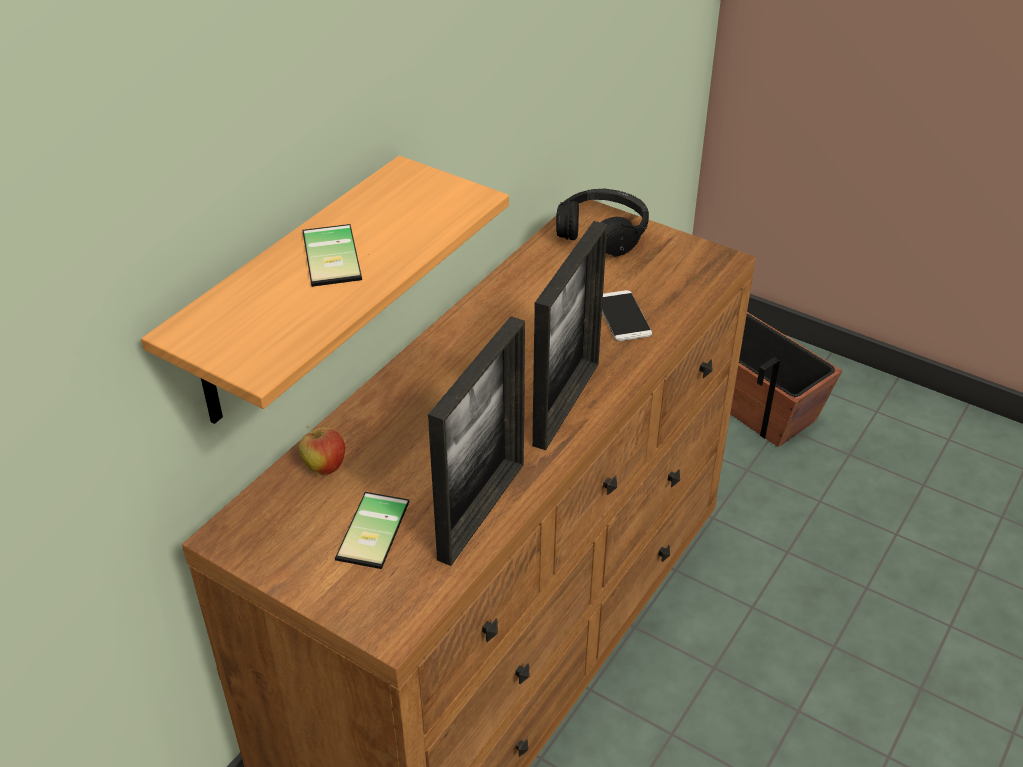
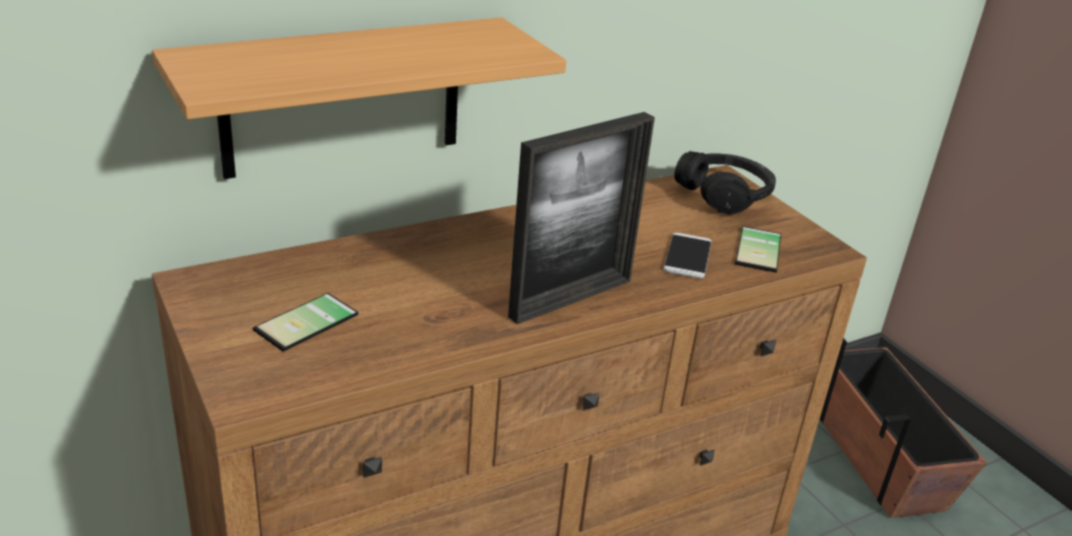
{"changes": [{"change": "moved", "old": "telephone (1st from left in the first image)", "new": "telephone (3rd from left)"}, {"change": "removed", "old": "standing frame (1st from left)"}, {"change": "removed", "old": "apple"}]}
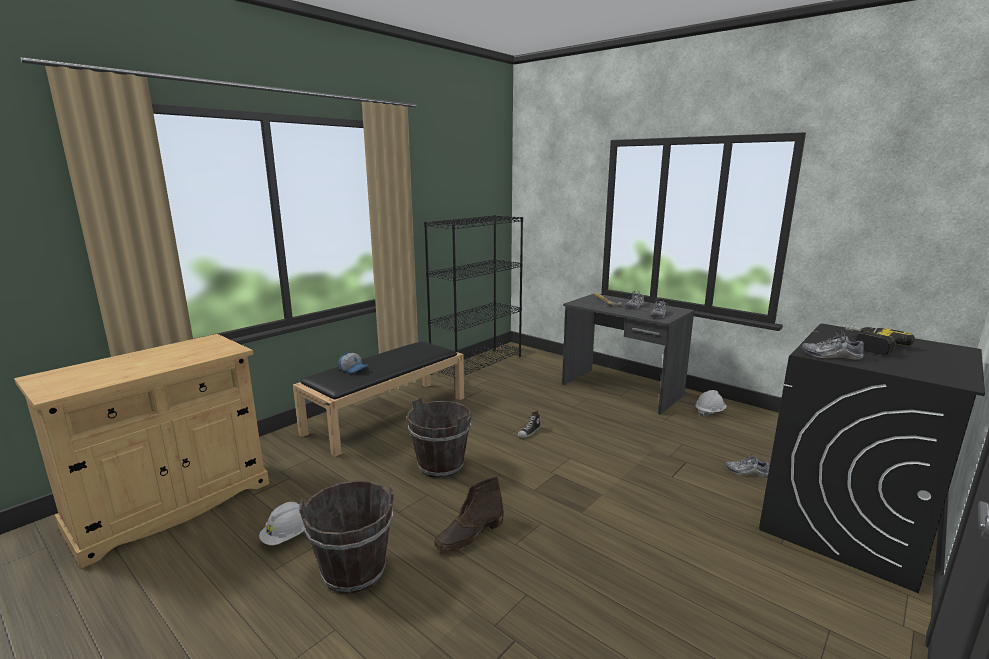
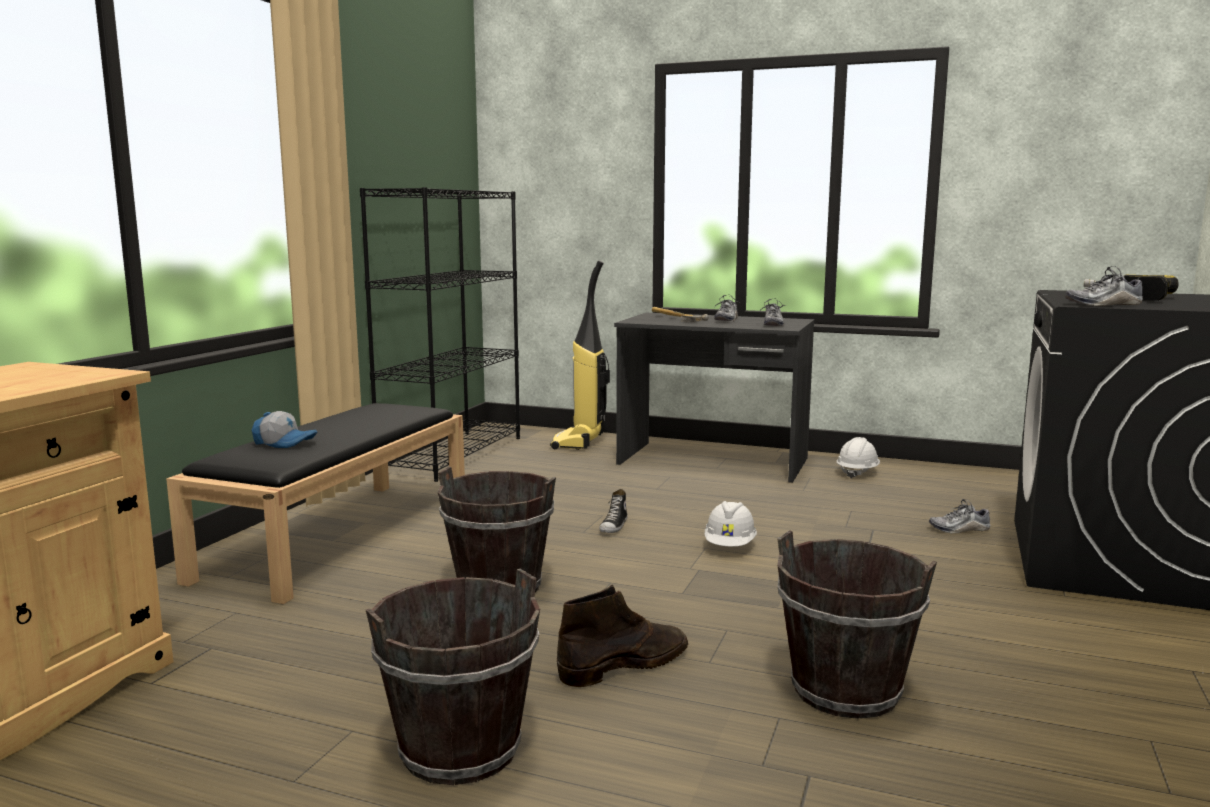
{"changes": [{"change": "turned", "old": "brownish tall boot", "degrees": -150}, {"change": "moved", "old": "white-coloured hard hat (1st from left)"}, {"change": "added", "new": "hoover"}, {"change": "added", "new": "brownish pail (3rd from left)"}]}
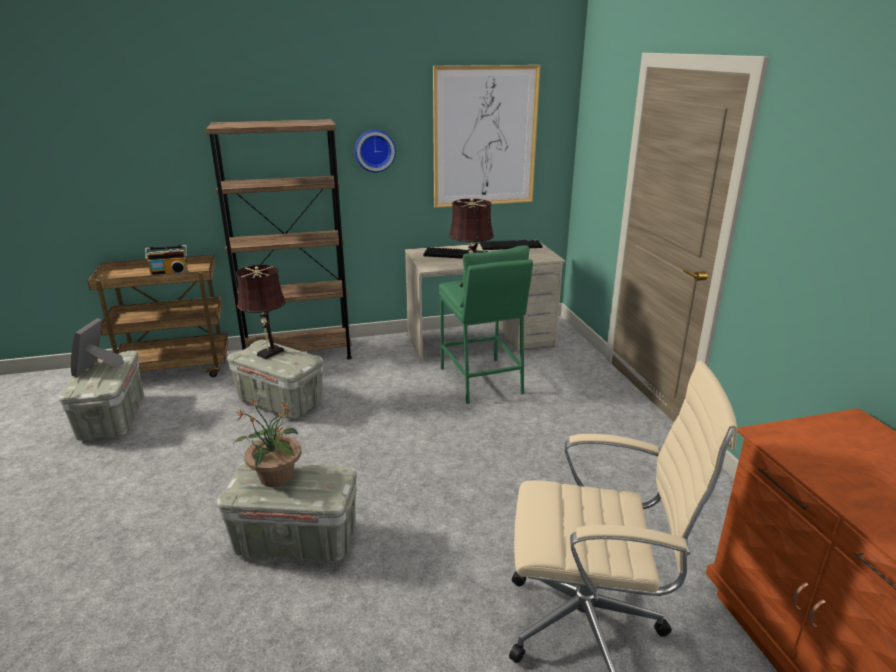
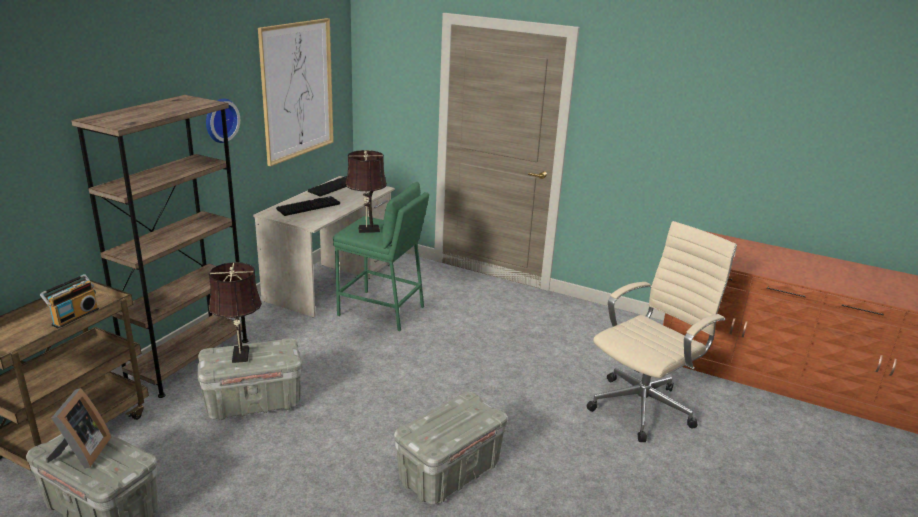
{"changes": [{"change": "turned", "old": "standing frame", "degrees": -135}, {"change": "removed", "old": "potted plant"}]}
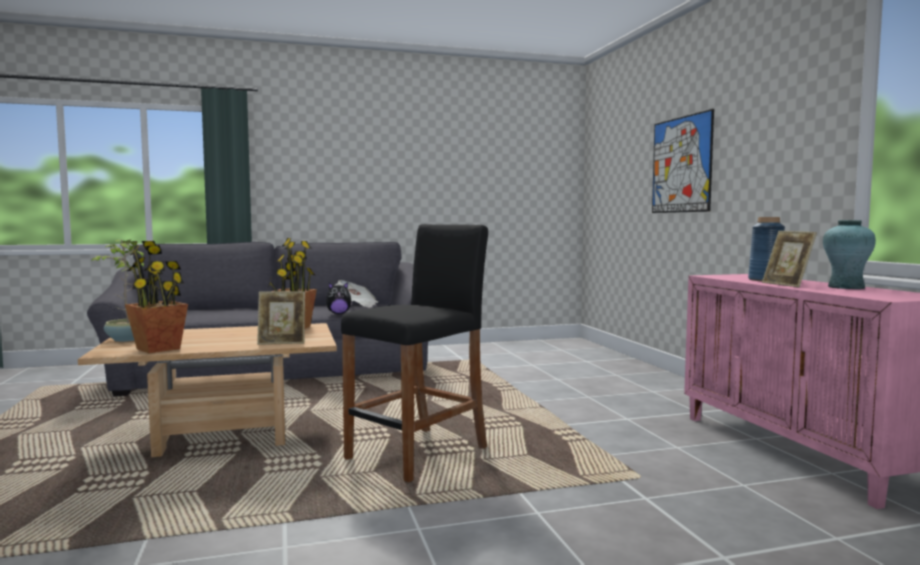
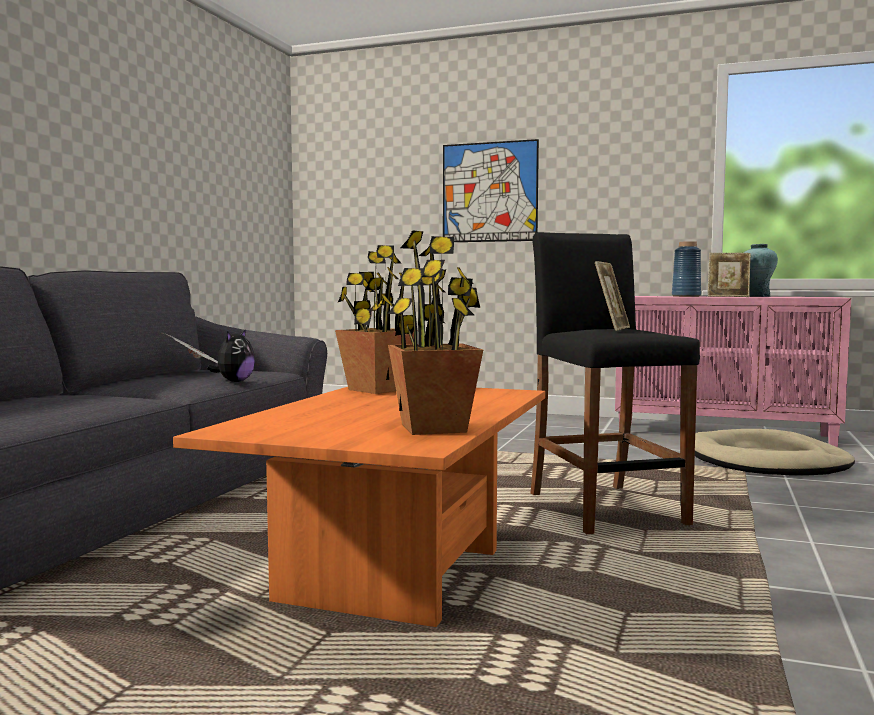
{"changes": [{"change": "removed", "old": "potted plant (1st from left)"}, {"change": "moved", "old": "standing frame (1st from left)"}, {"change": "recoloured", "old": "sand-coloured lounge table", "new": "orange lounge table"}, {"change": "added", "new": "sand-coloured dog cushion"}]}
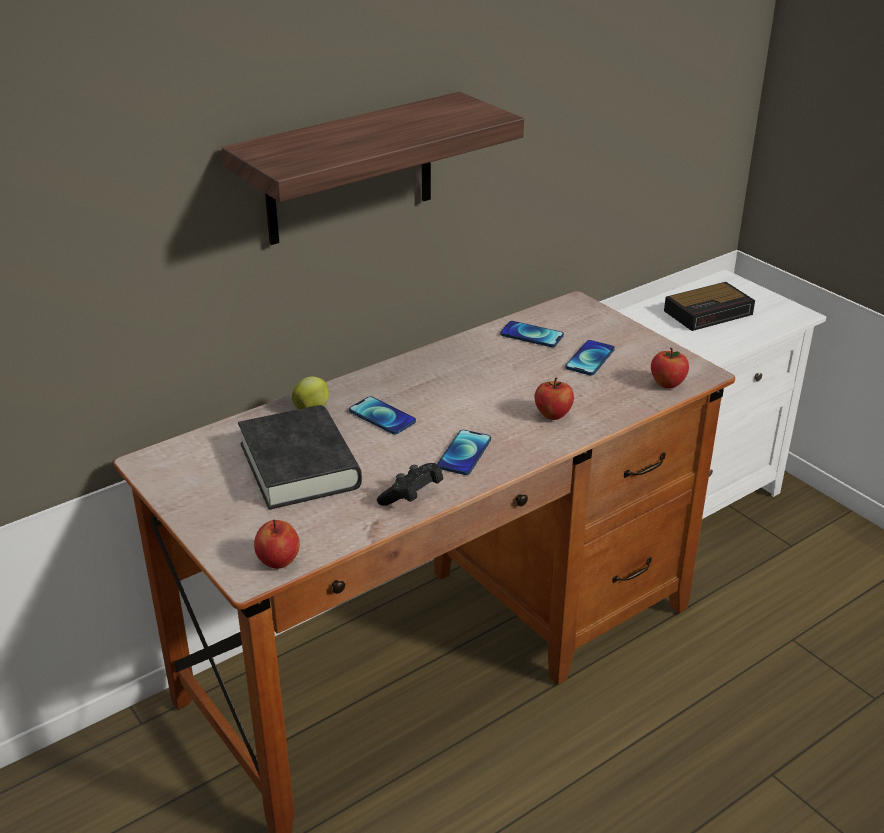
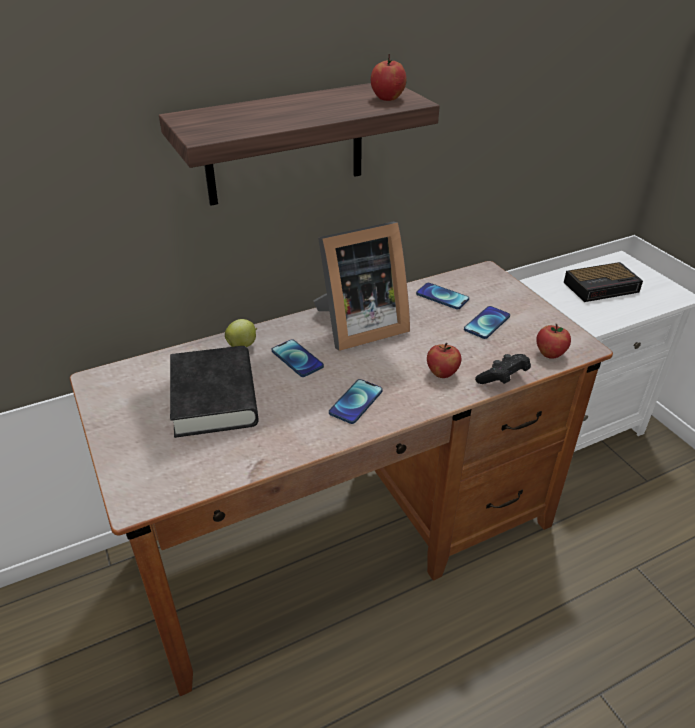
{"changes": [{"change": "moved", "old": "black-coloured game controller"}, {"change": "moved", "old": "apple (1st from left in the first image)", "new": "apple (2nd from left)"}, {"change": "added", "new": "standing frame"}]}
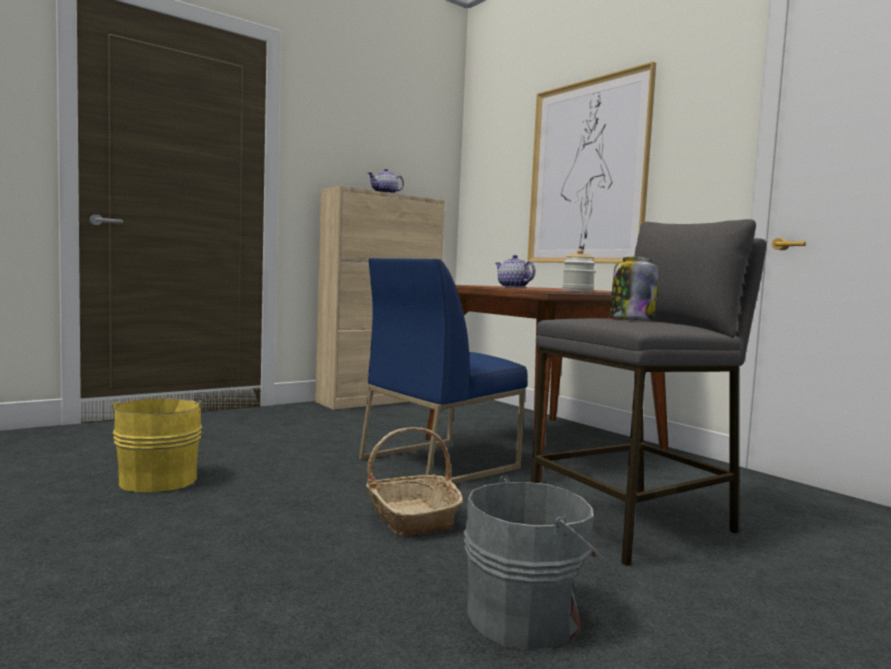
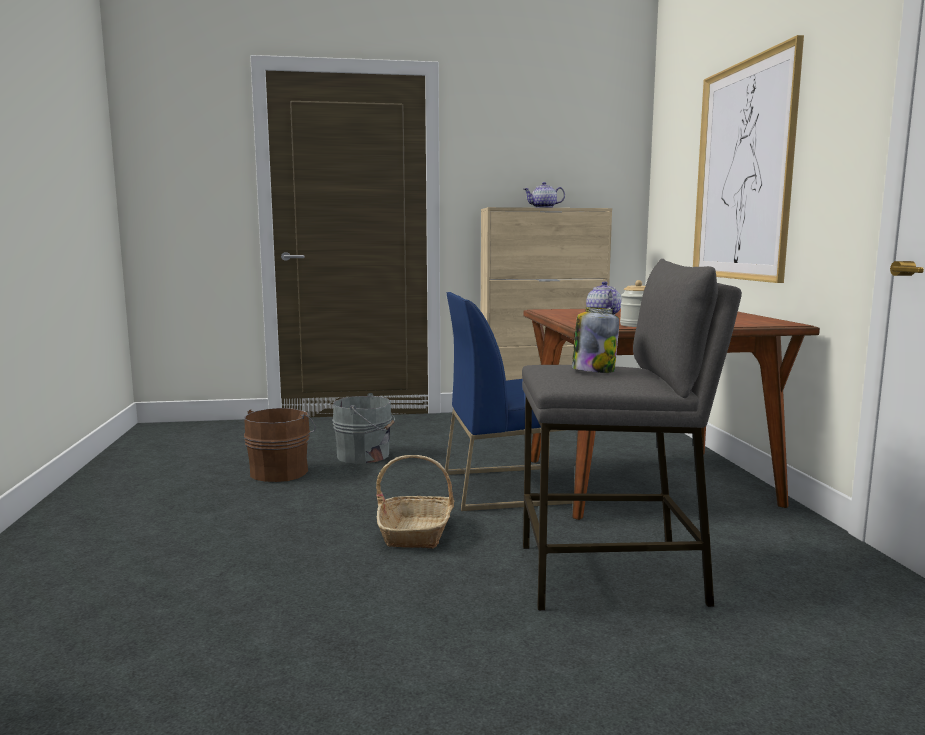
{"changes": [{"change": "recoloured", "old": "yellow pail", "new": "brownish pail"}, {"change": "moved", "old": "grey pail"}]}
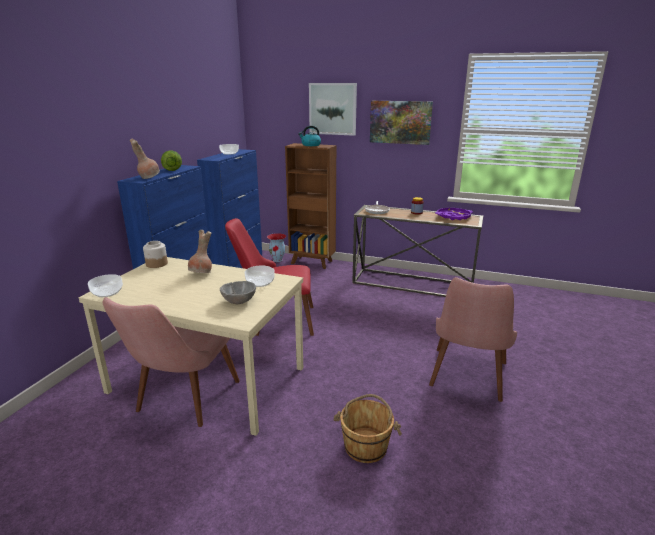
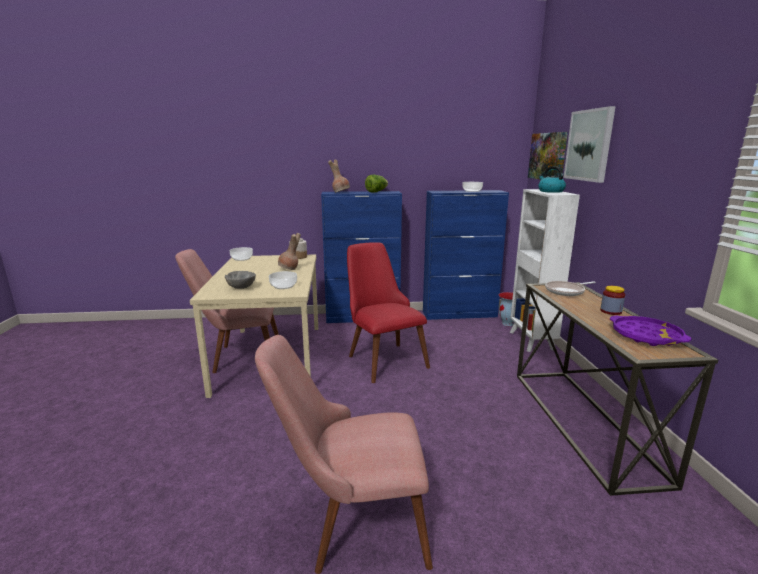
{"changes": [{"change": "moved", "old": "wall art (2nd from left in the first image)", "new": "wall art (1st from left)"}, {"change": "recoloured", "old": "brownish bookshelf", "new": "white-coloured bookshelf"}, {"change": "removed", "old": "brownish pail"}]}
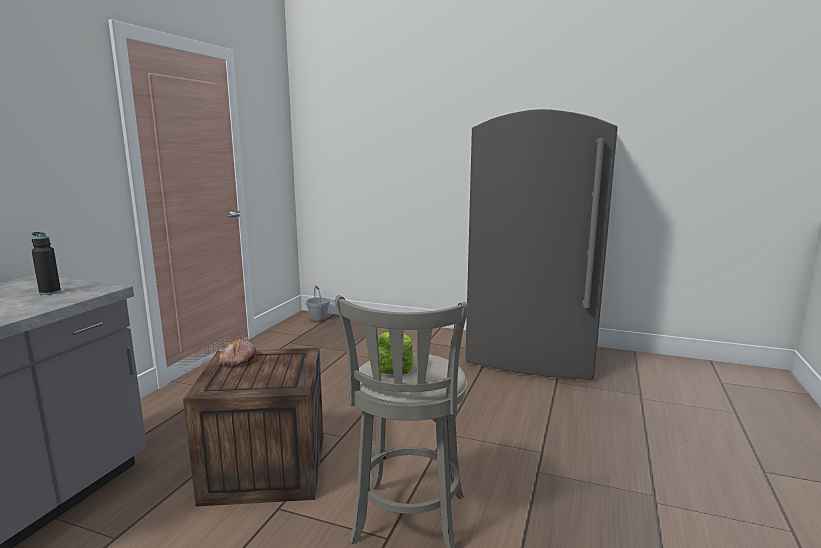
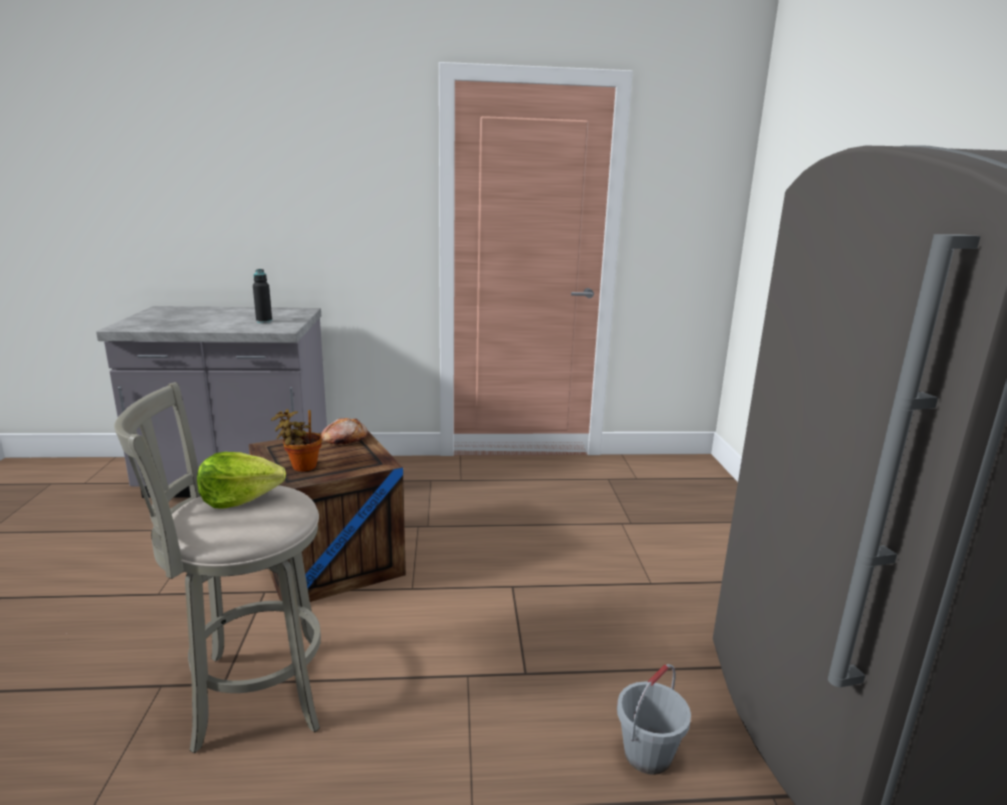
{"changes": [{"change": "moved", "old": "grey pail"}, {"change": "added", "new": "potted plant"}]}
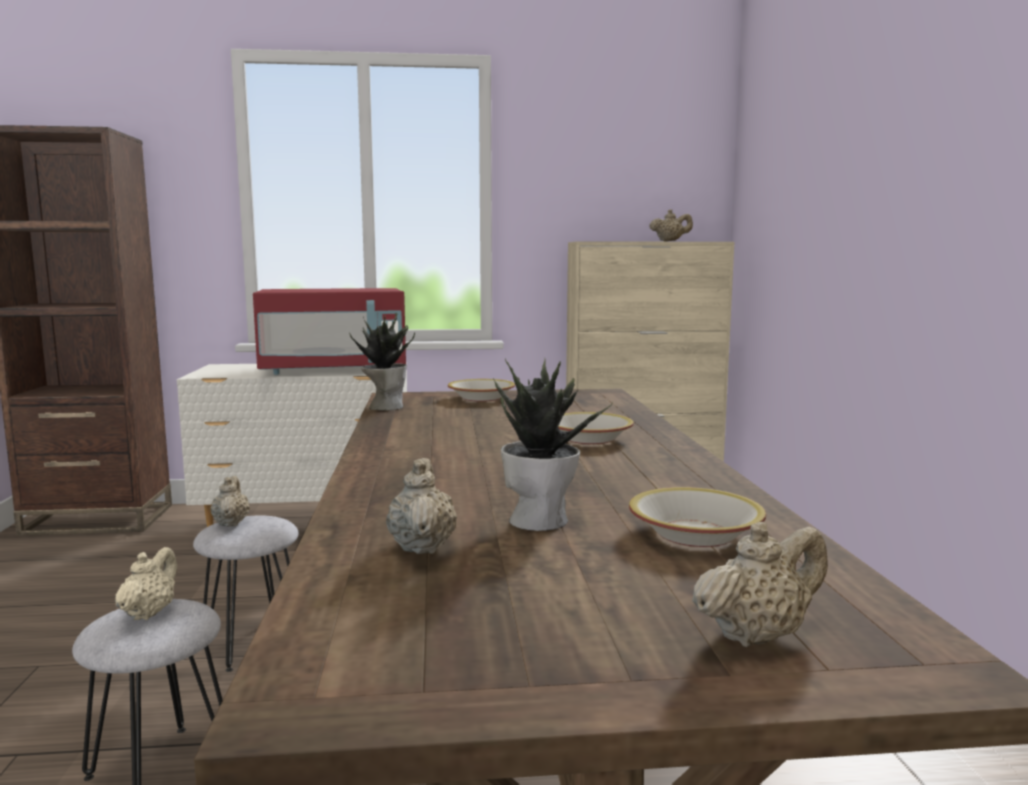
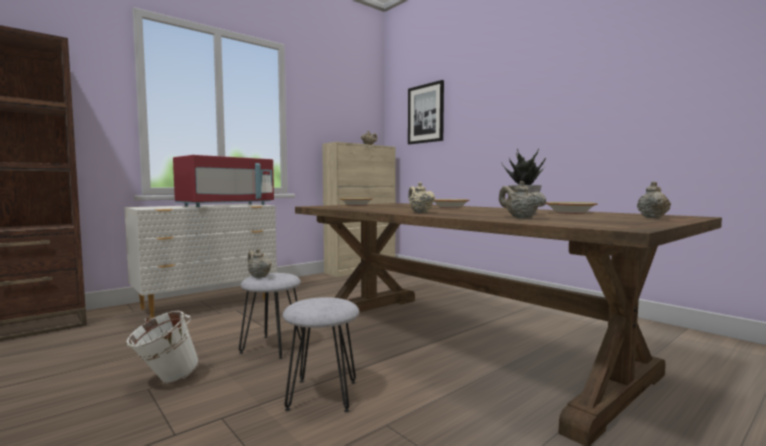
{"changes": [{"change": "removed", "old": "potted plant (1st from left)"}, {"change": "moved", "old": "sand-coloured pot for tea (1st from left in the first image)", "new": "sand-coloured pot for tea (3rd from left)"}, {"change": "added", "new": "wall art"}, {"change": "added", "new": "white-coloured pail"}]}
